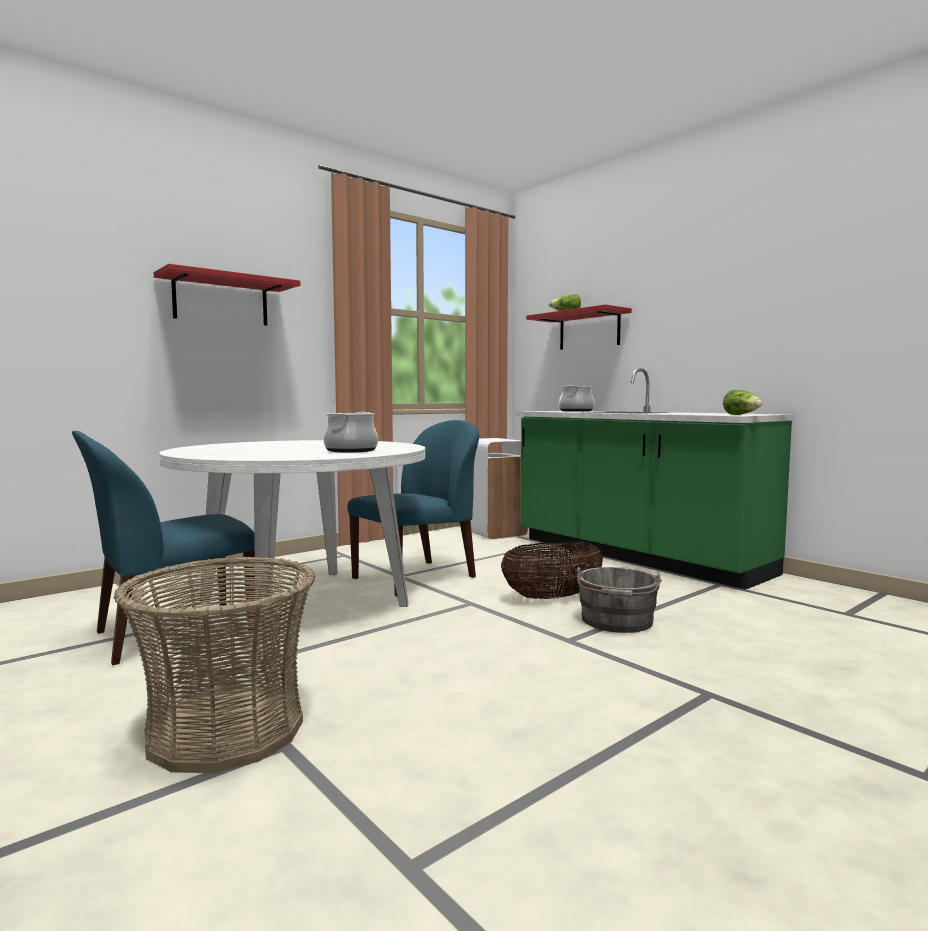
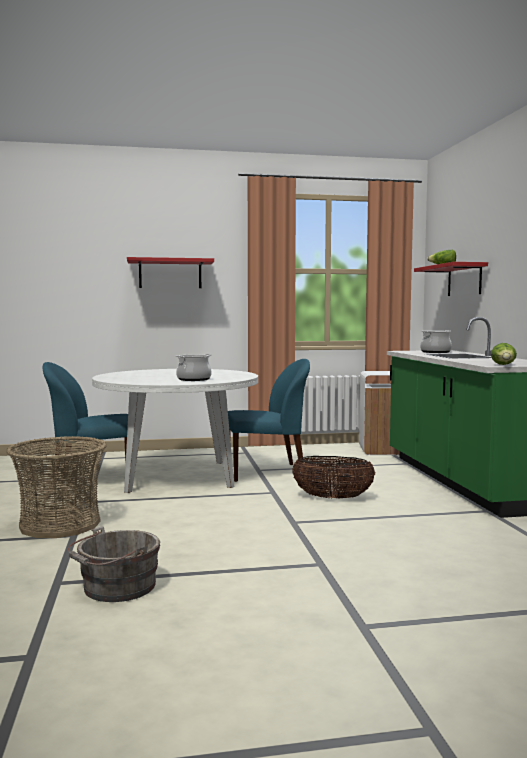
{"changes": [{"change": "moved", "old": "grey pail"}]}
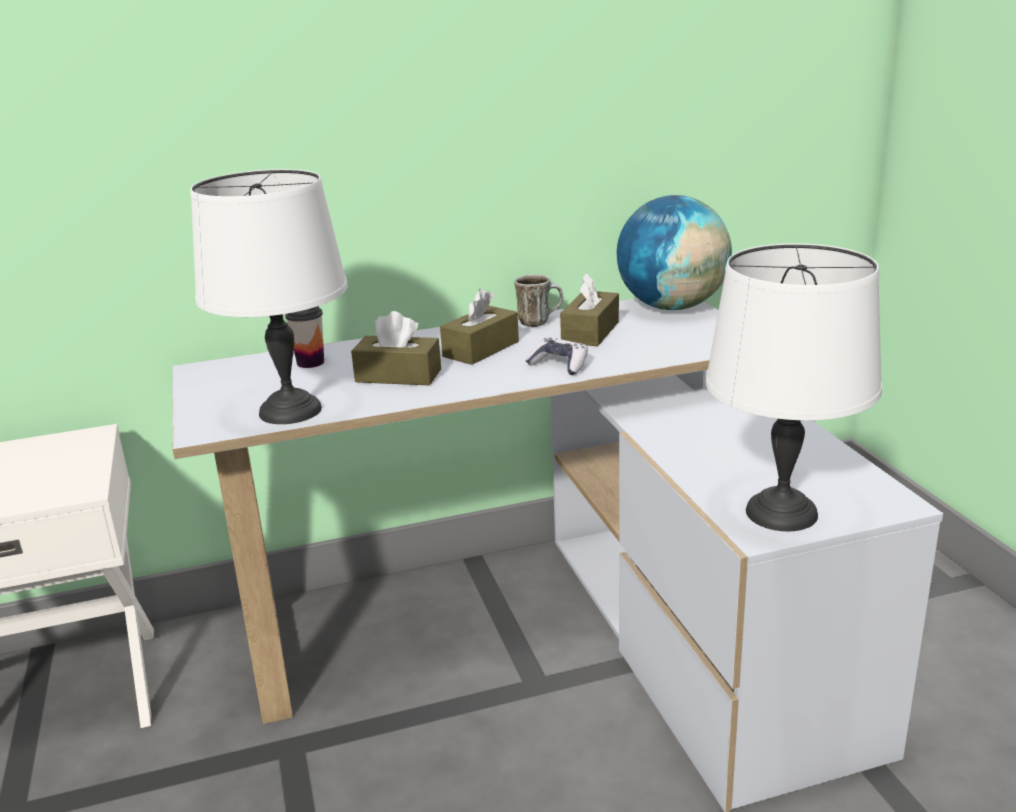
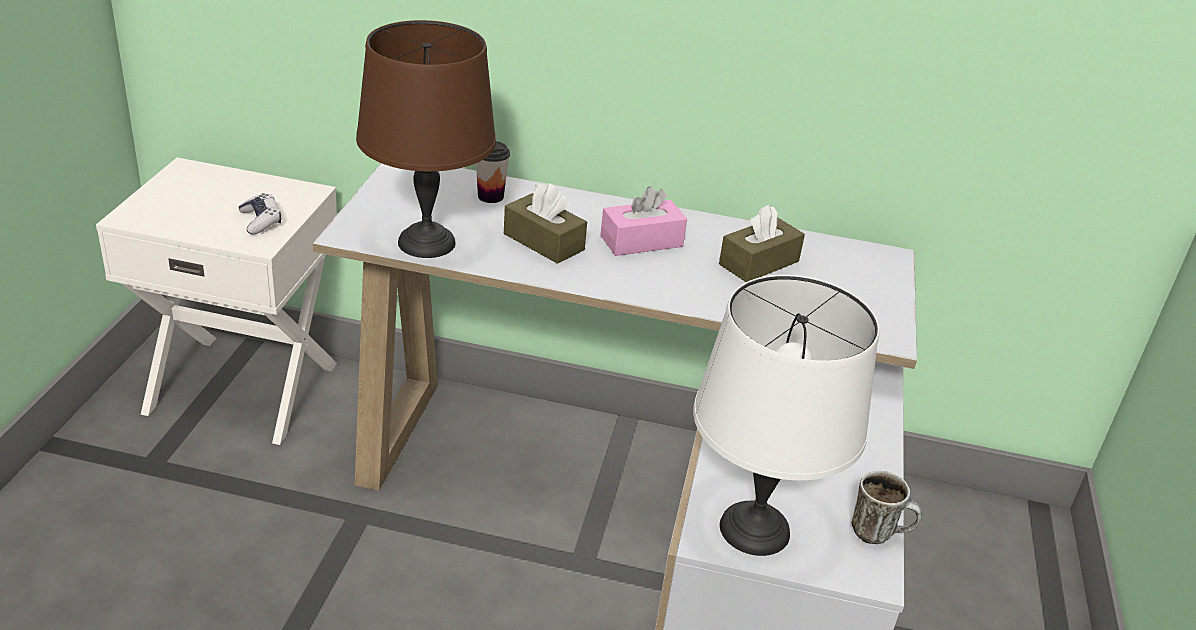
{"changes": [{"change": "recoloured", "old": "white-coloured tabletop lamp (1st from left)", "new": "brownish tabletop lamp"}, {"change": "removed", "old": "desk globe"}, {"change": "moved", "old": "tea mug"}, {"change": "recoloured", "old": "brownish box of tissues (2nd from left)", "new": "pink box of tissues"}, {"change": "moved", "old": "game controller"}]}
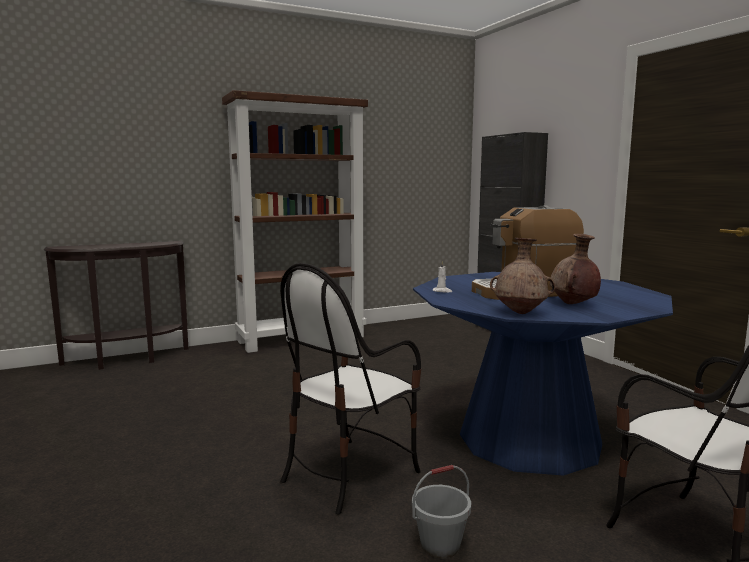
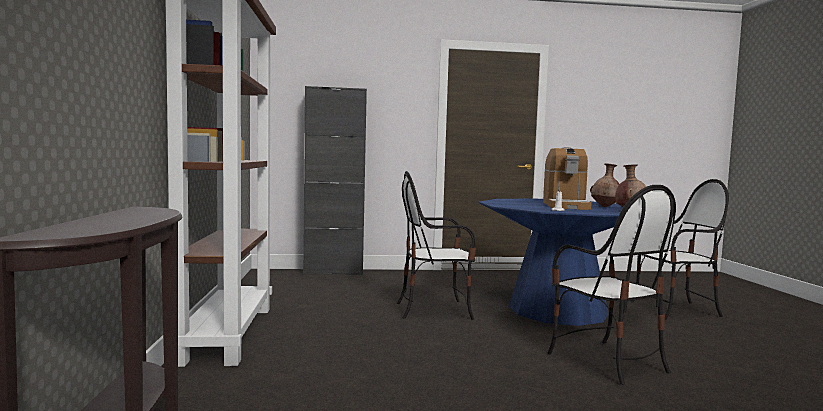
{"changes": [{"change": "removed", "old": "grey pail"}, {"change": "added", "new": "plain chair (1st from left)"}]}
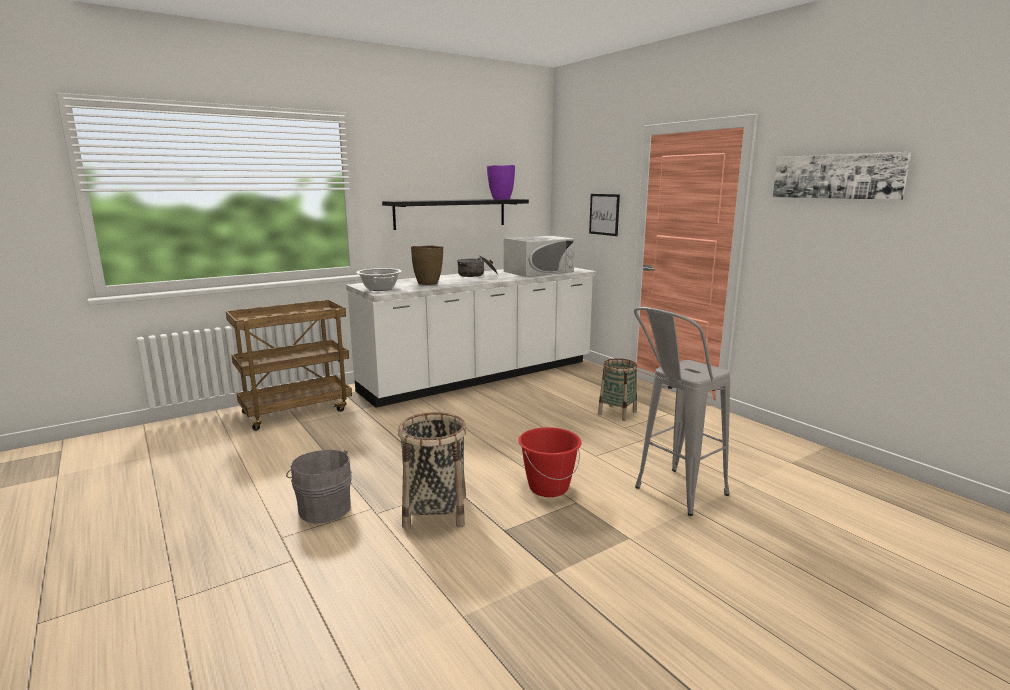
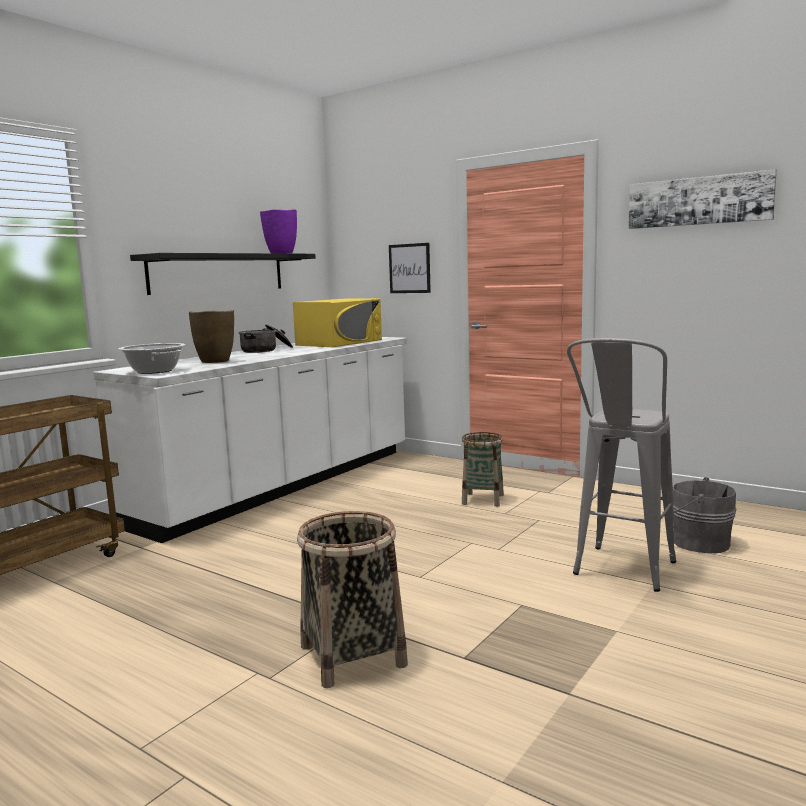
{"changes": [{"change": "recoloured", "old": "white-coloured kitchen microwave", "new": "yellow kitchen microwave"}, {"change": "removed", "old": "red pail"}, {"change": "moved", "old": "grey pail"}]}
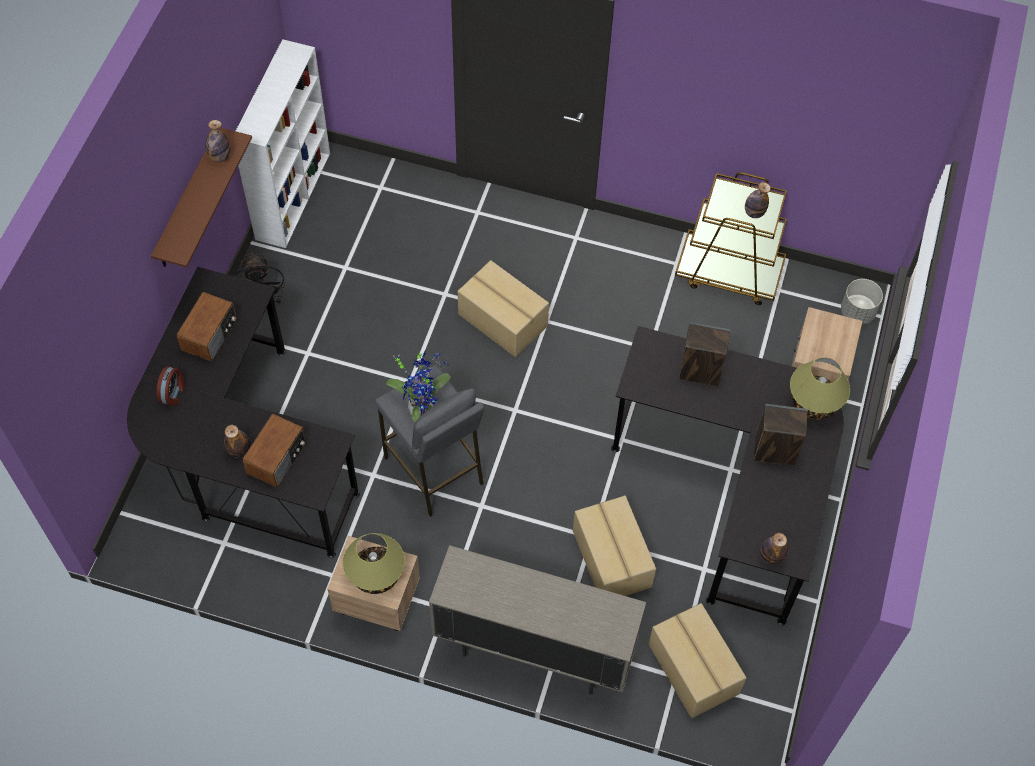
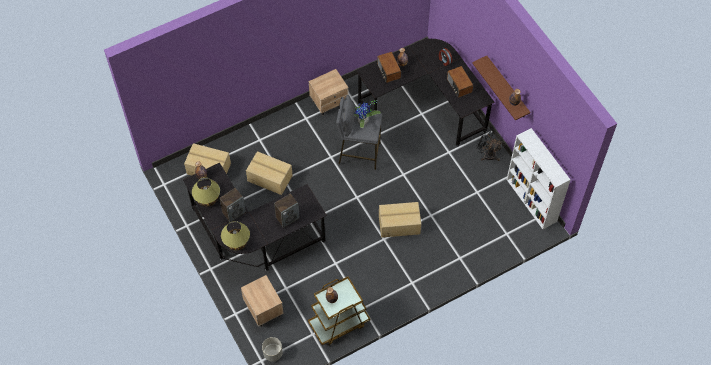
{"changes": [{"change": "moved", "old": "tabletop lamp (1st from left)"}, {"change": "removed", "old": "sand-coloured storage cabinet"}]}
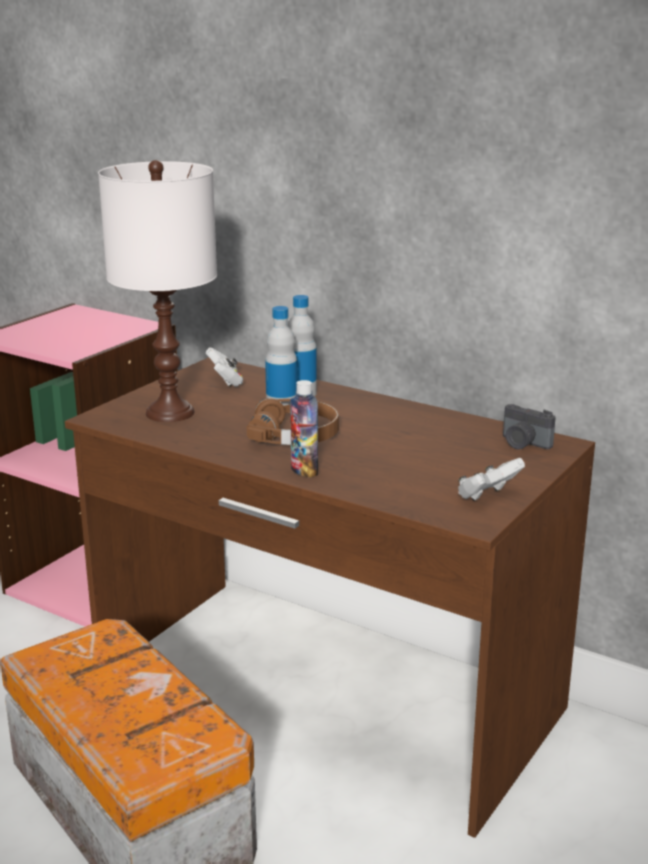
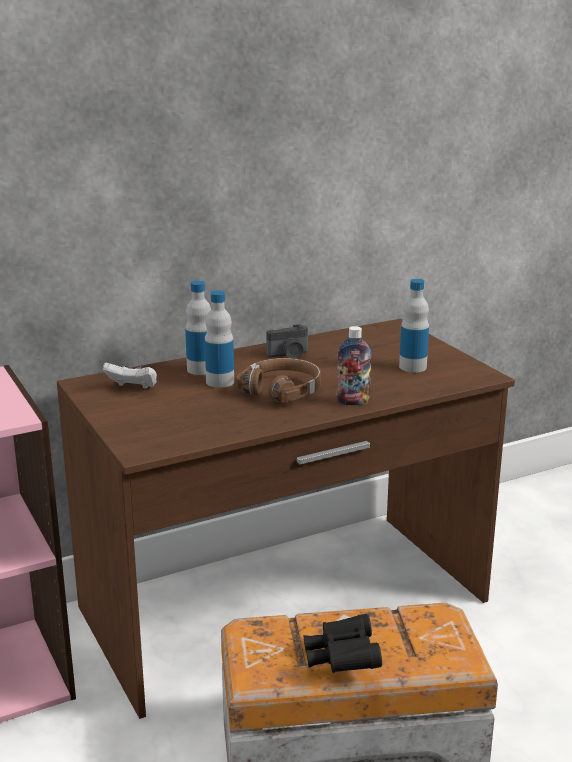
{"changes": [{"change": "removed", "old": "white-coloured tabletop lamp"}, {"change": "moved", "old": "photo camera"}, {"change": "removed", "old": "white-coloured game controller (2nd from left)"}, {"change": "added", "new": "bottle (4th from left)"}, {"change": "added", "new": "black-coloured pair of binoculars"}]}
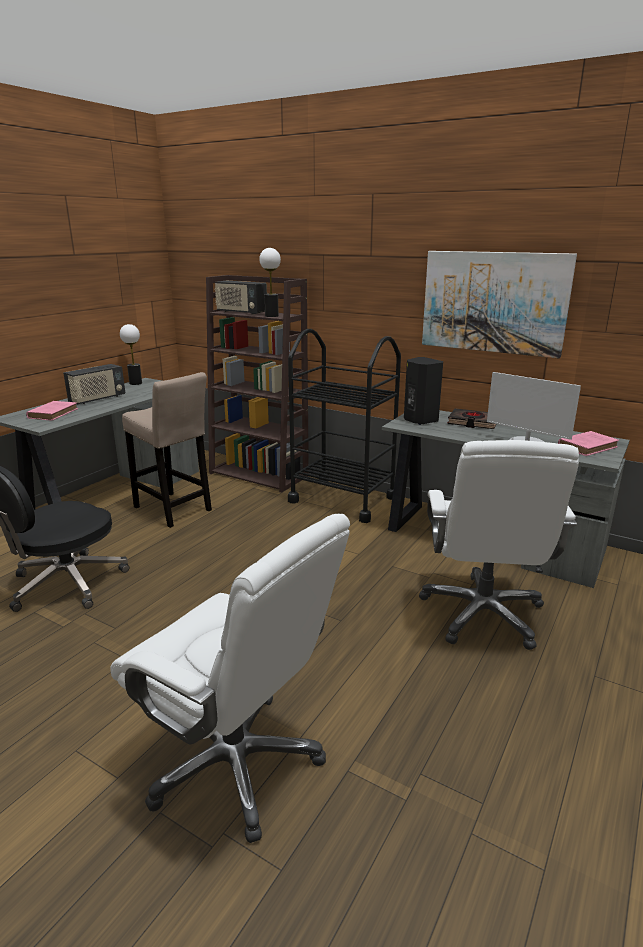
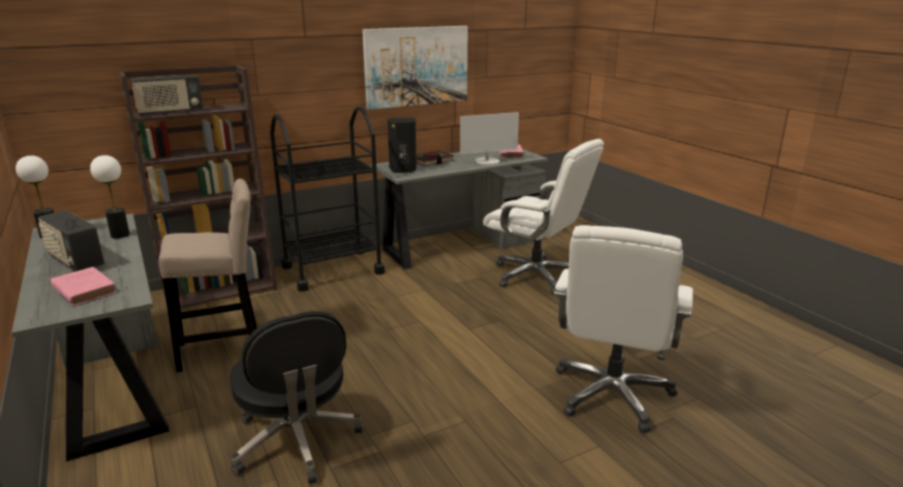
{"changes": [{"change": "moved", "old": "tabletop lamp (2nd from left)"}, {"change": "turned", "old": "radio (1st from left)", "degrees": 150}, {"change": "turned", "old": "white-coloured desk chair (1st from left in the first image)", "degrees": 135}]}
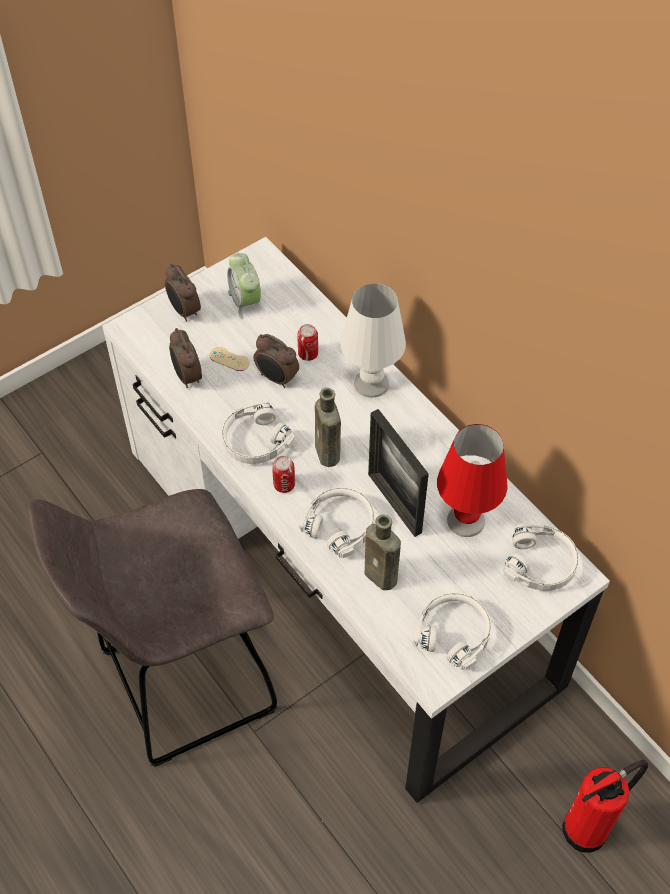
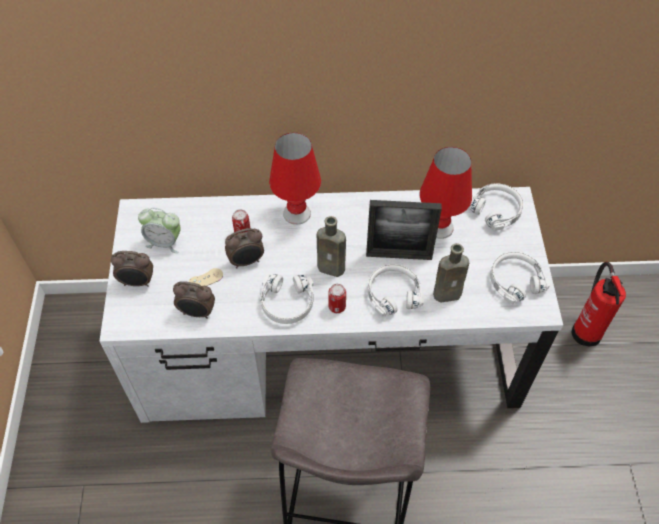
{"changes": [{"change": "recoloured", "old": "white-coloured tabletop lamp", "new": "red tabletop lamp (1st from left)"}]}
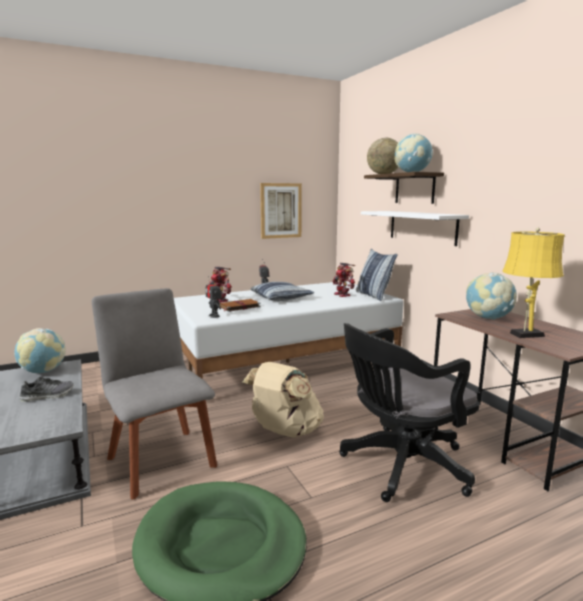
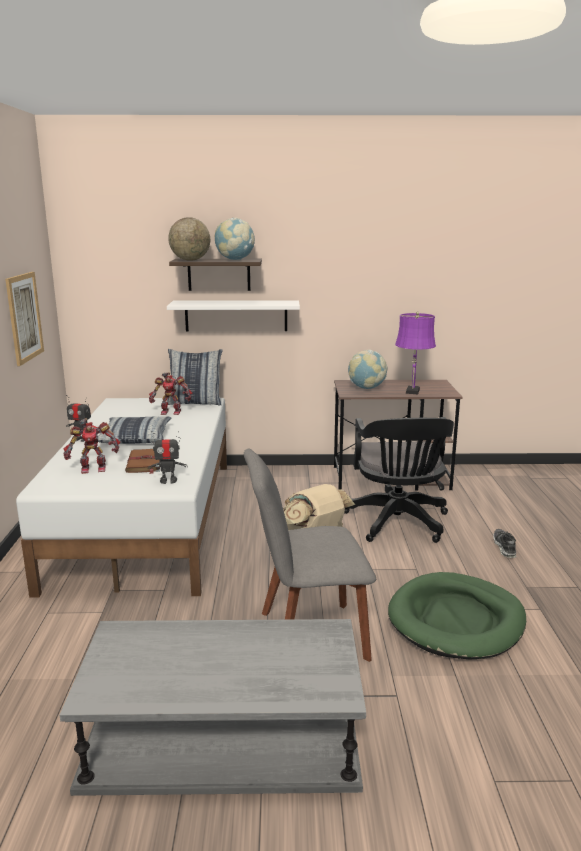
{"changes": [{"change": "recoloured", "old": "yellow tabletop lamp", "new": "purplish tabletop lamp"}, {"change": "removed", "old": "desk globe (1st from left)"}, {"change": "moved", "old": "shoe"}]}
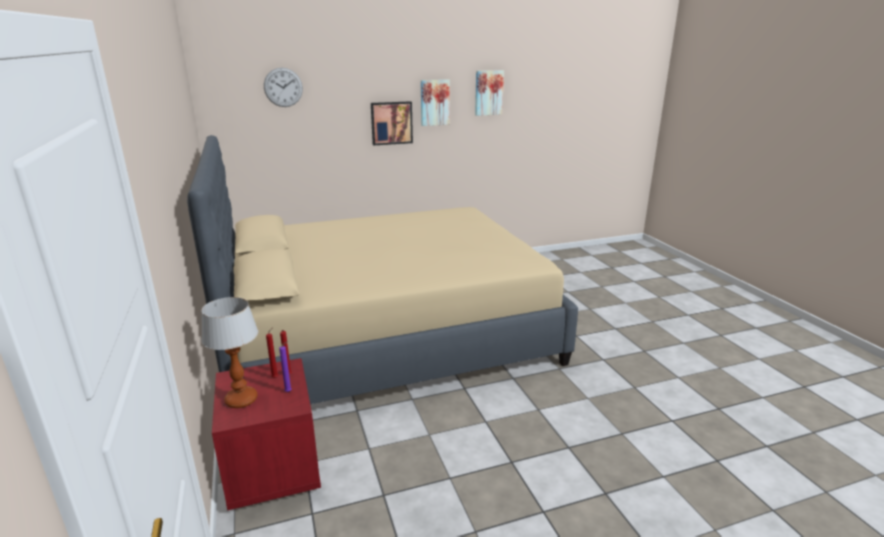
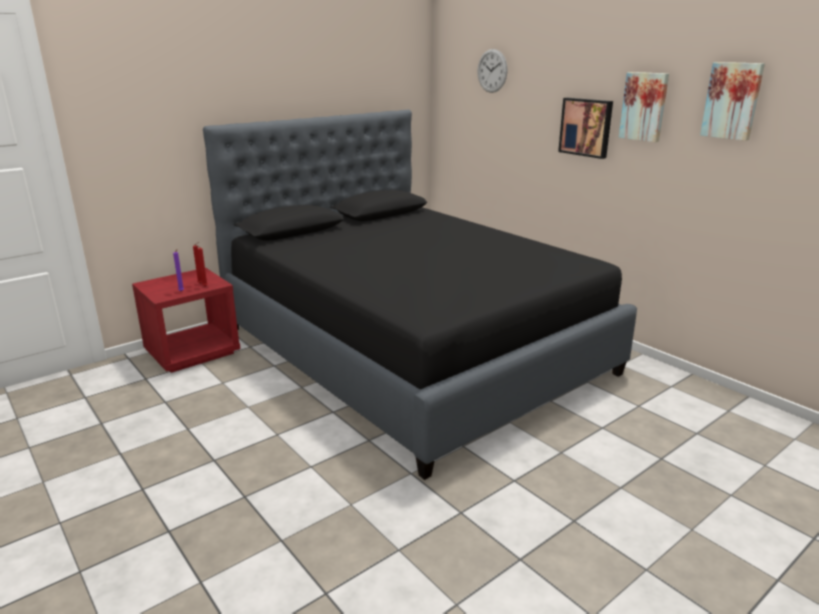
{"changes": [{"change": "recoloured", "old": "sand-coloured bedroom bed", "new": "black-coloured bedroom bed"}, {"change": "removed", "old": "tabletop lamp"}]}
